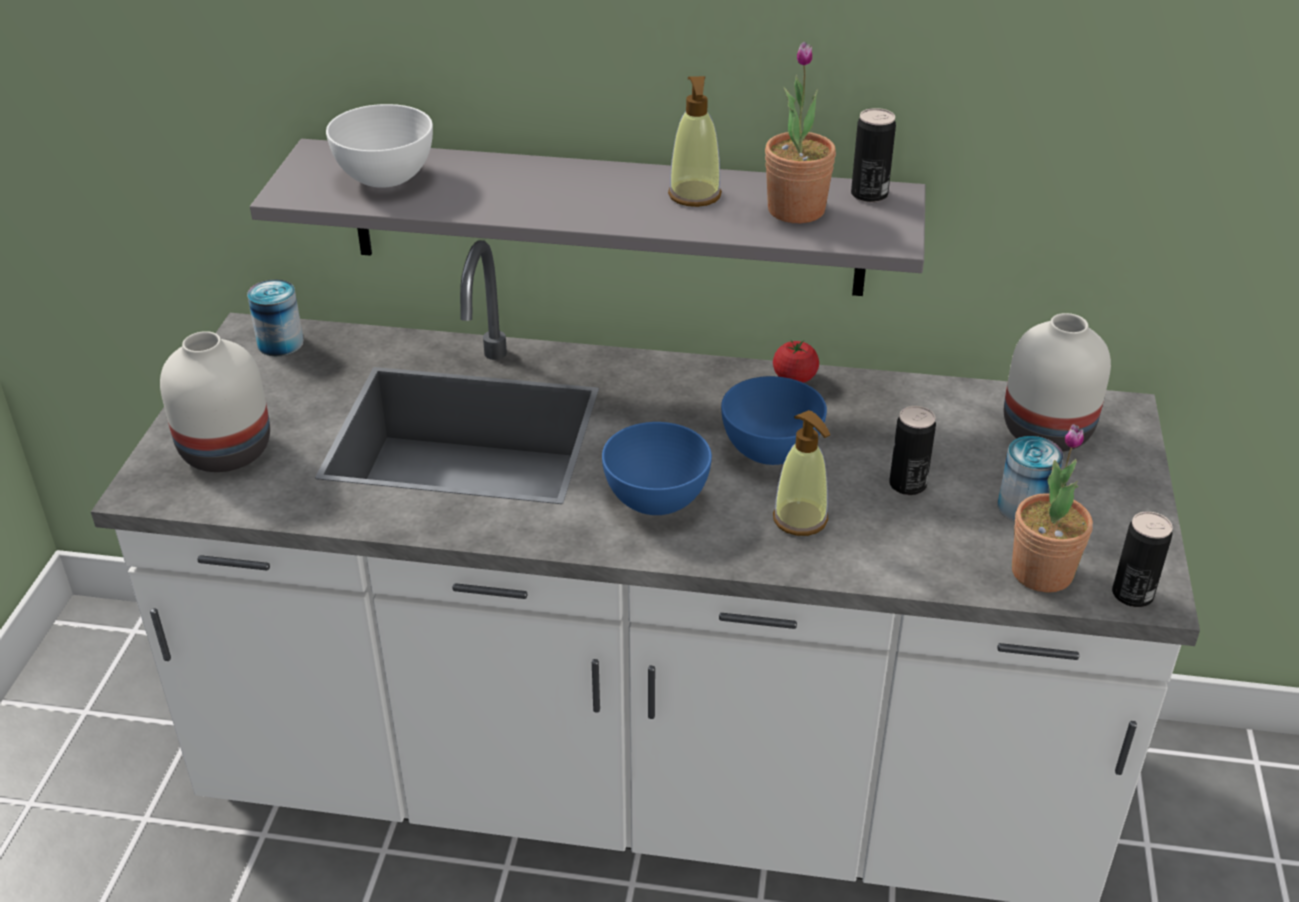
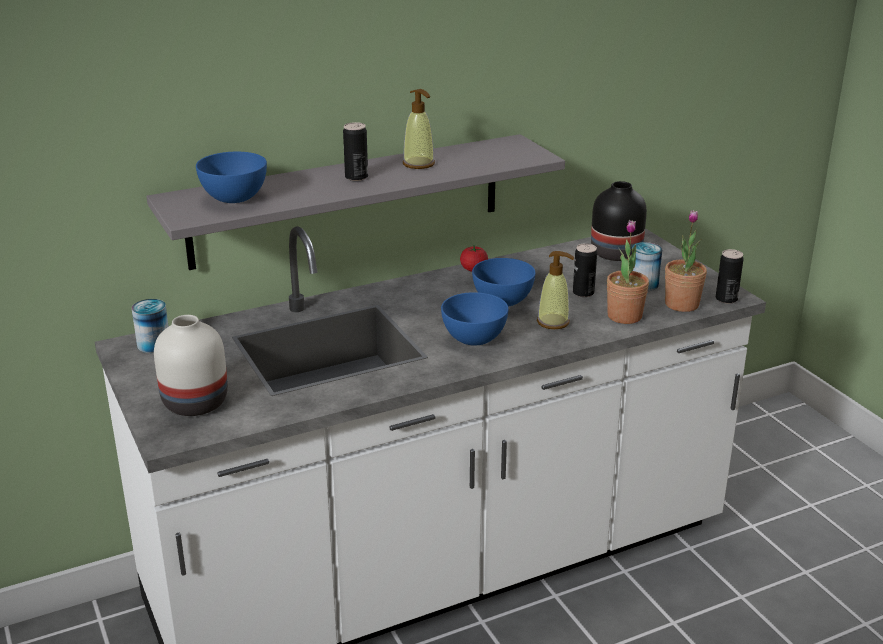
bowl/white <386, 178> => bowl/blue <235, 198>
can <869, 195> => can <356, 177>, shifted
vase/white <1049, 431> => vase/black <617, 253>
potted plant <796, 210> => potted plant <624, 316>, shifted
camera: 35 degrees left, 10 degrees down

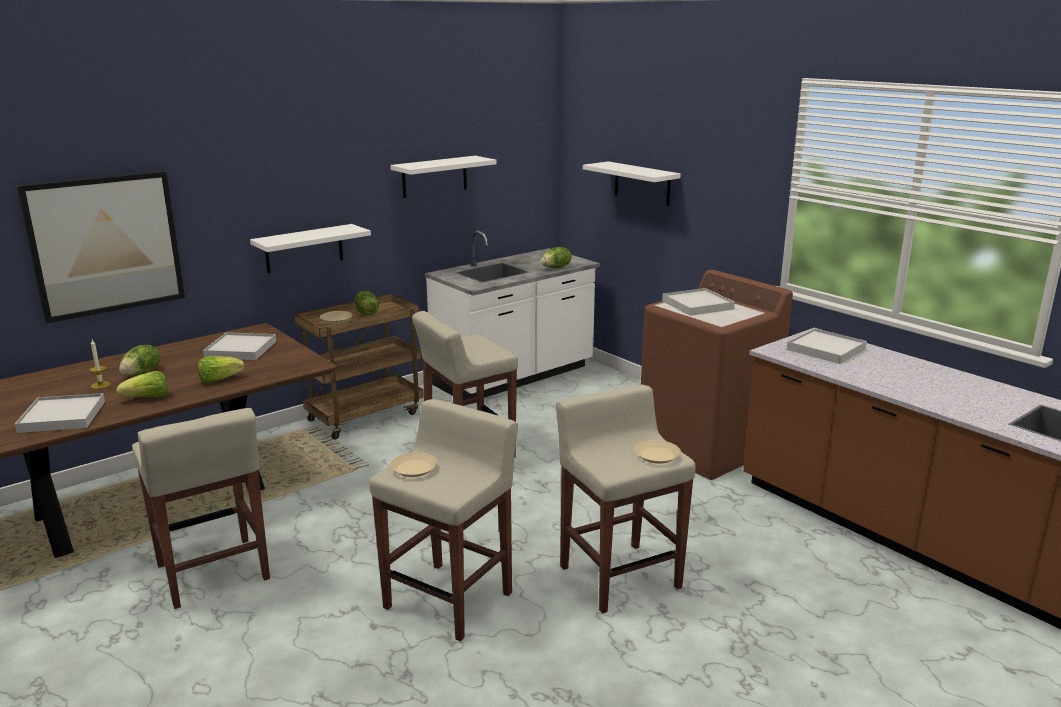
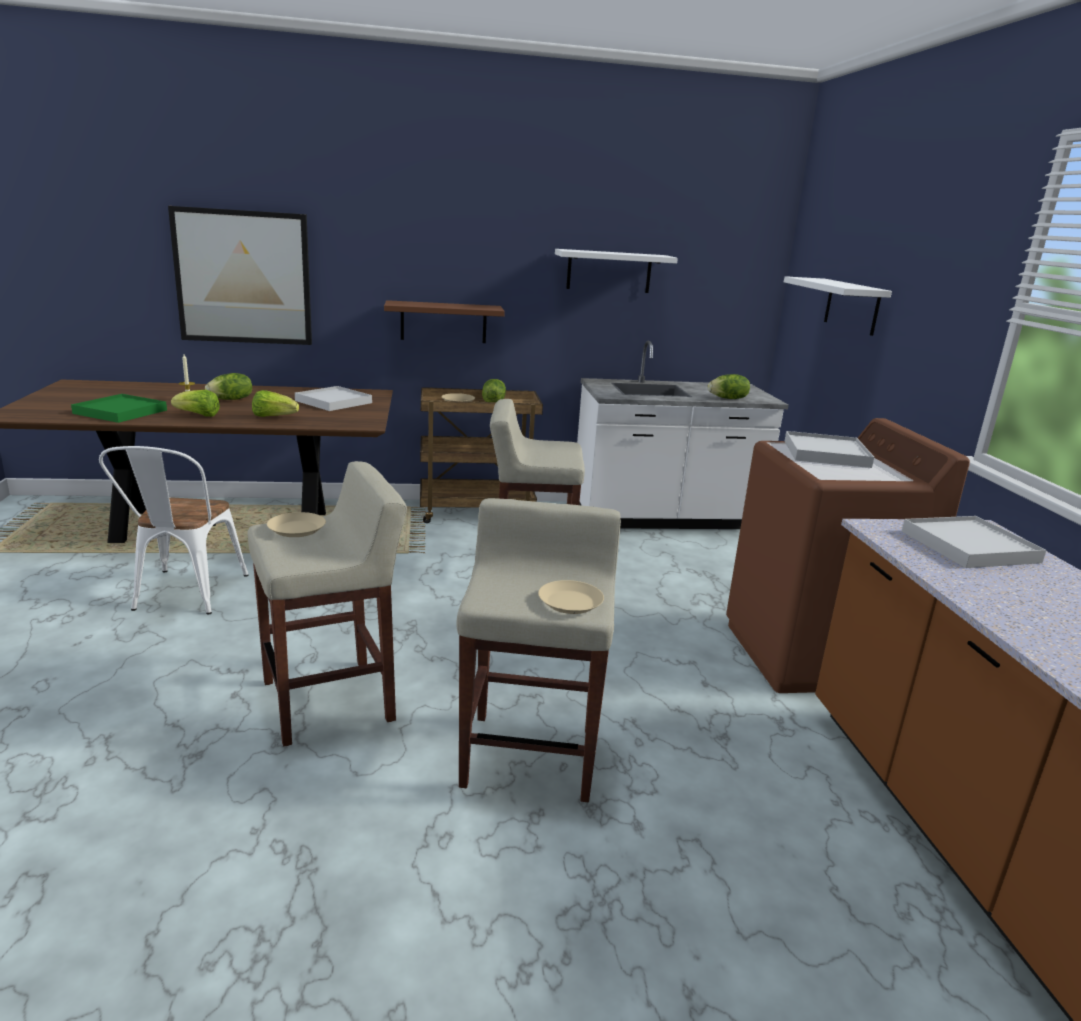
tray/white <62, 417> => tray/green <120, 412>
stool/beige <213, 573> => chair/white <185, 596>
shelf/white <304, 248> => shelf/brown <443, 322>
camera: 30 degrees right, 0 degrees up

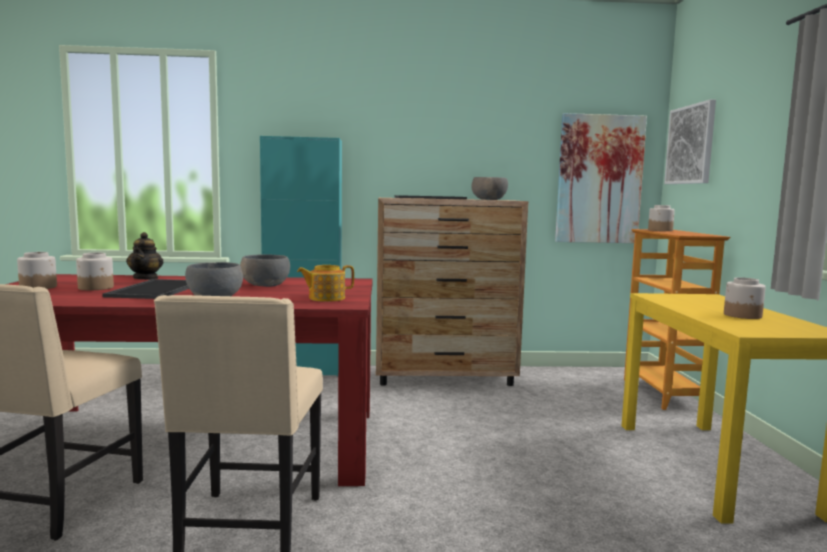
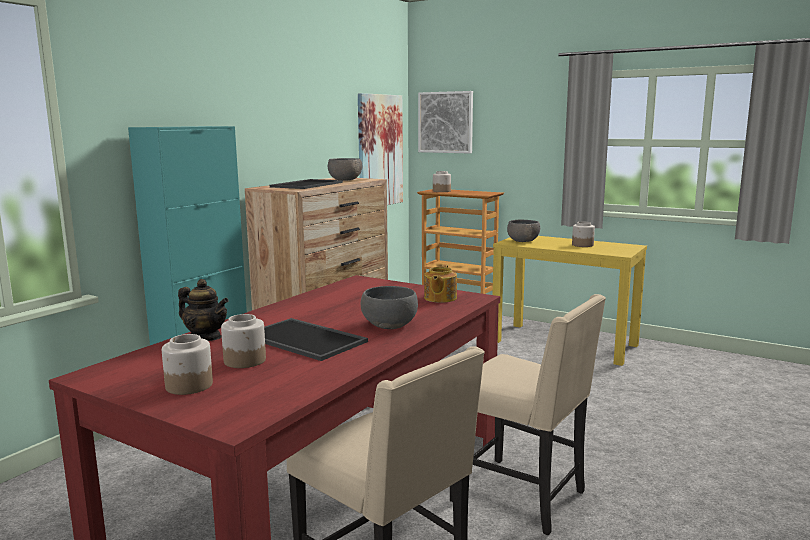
bowl/grey <265, 285> => bowl/grey <523, 241>, shifted
camera: 55 degrees left, 5 degrees up

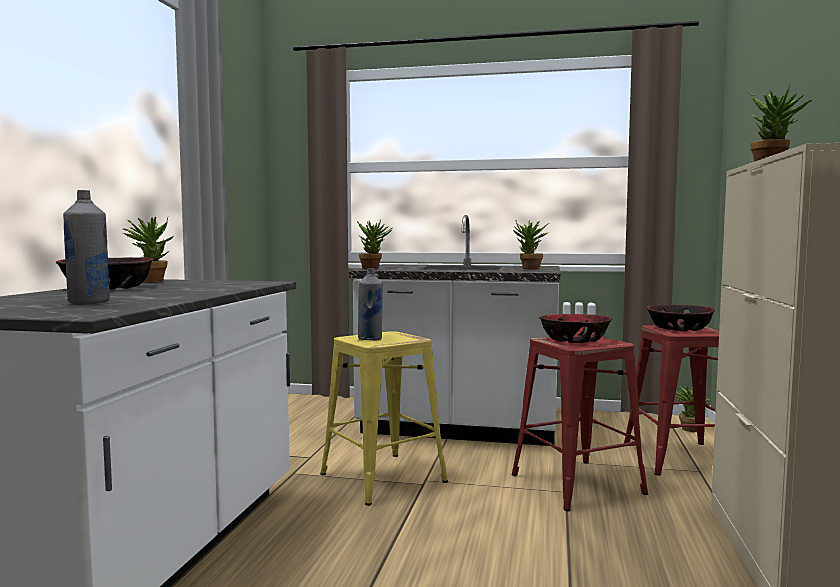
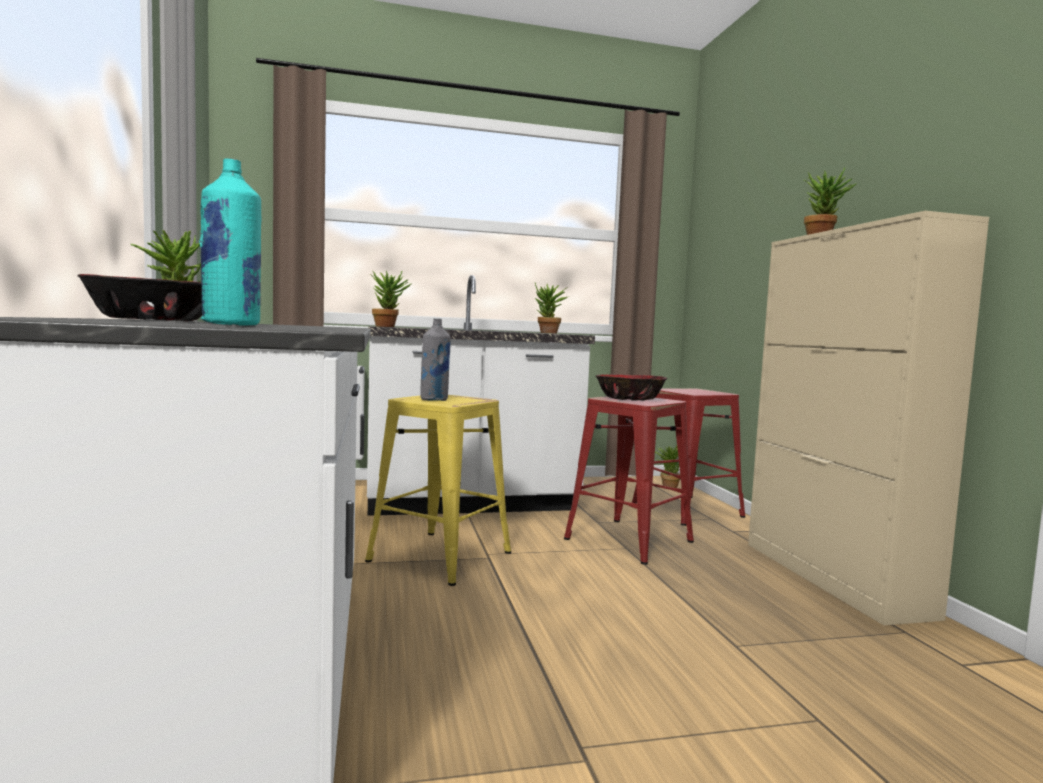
bottle/grey <89, 302> => bottle/turquoise <231, 324>
bowl <679, 328> => nothing
camera: 25 degrees left, 0 degrees up

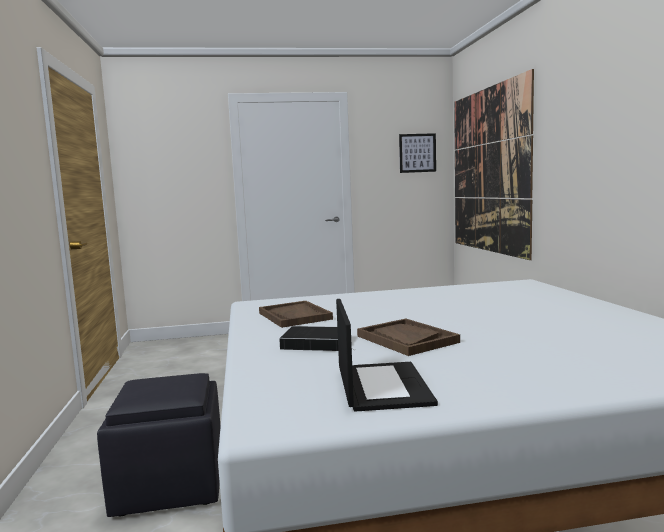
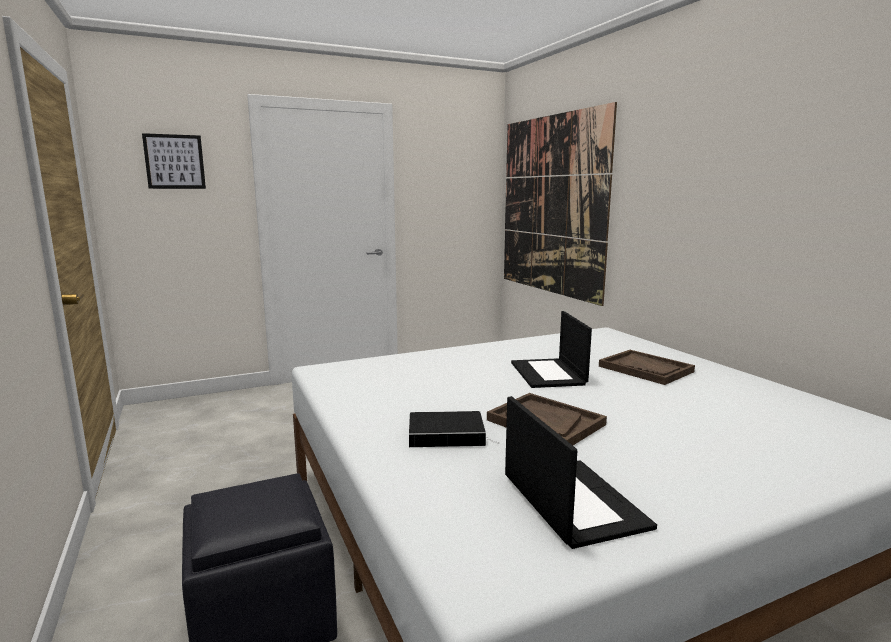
picture <417, 153> => picture <174, 161>, shifted
nothing => laptop <548, 373>
tray/brown <295, 316> => tray/brown <645, 369>, shifted
camera: 15 degrees left, 5 degrees up

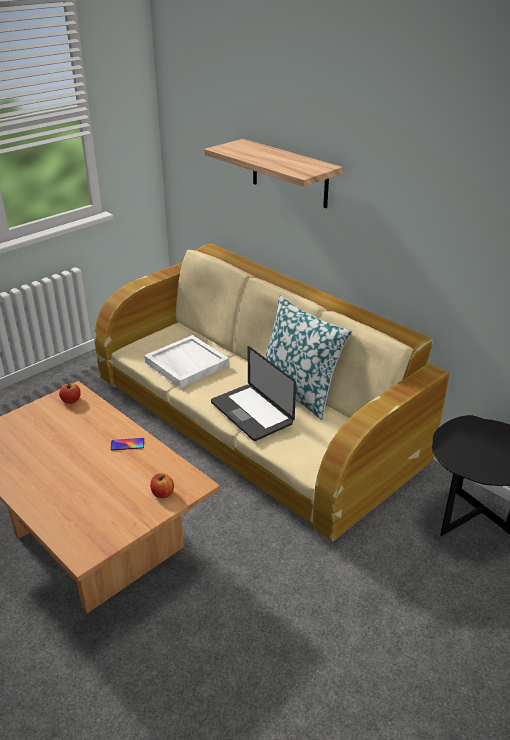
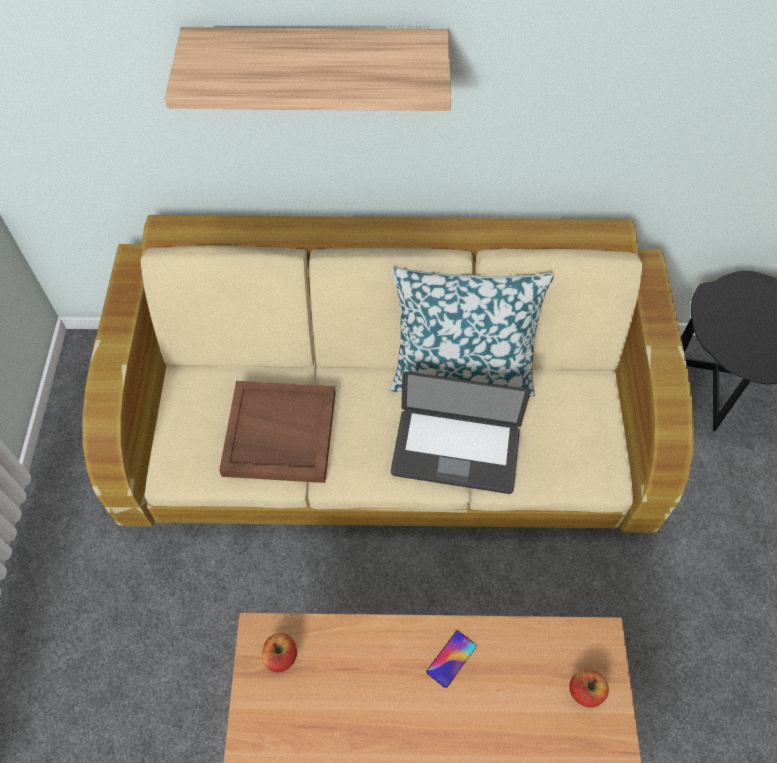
tray/white <186, 363> => tray/brown <279, 434>
camera: 45 degrees left, 25 degrees up

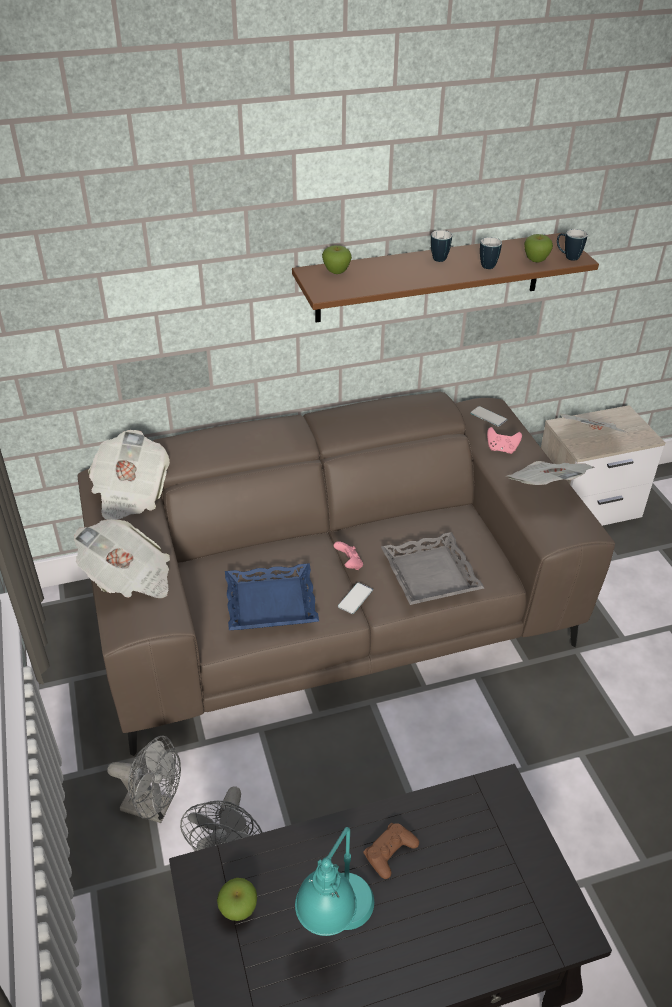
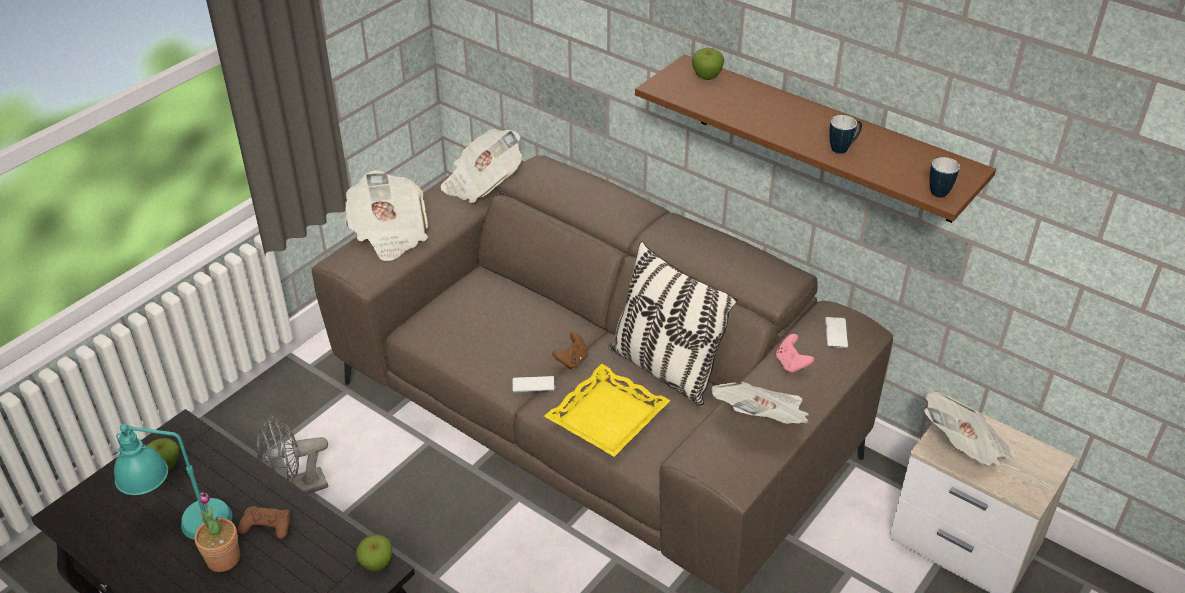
nothing => potted plant <223, 559>
apple <535, 260> => apple <376, 564>, shifted
tray/grey <431, 574> => tray/yellow <608, 417>
game controller/pink <349, 564> => game controller/brown <572, 360>
nothing => pillow <664, 369>
fan/grey <154, 807> => nothing
tray/blue <271, 602> => nothing
mug <441, 258> => nothing
camera: 55 degrees right, 0 degrees up

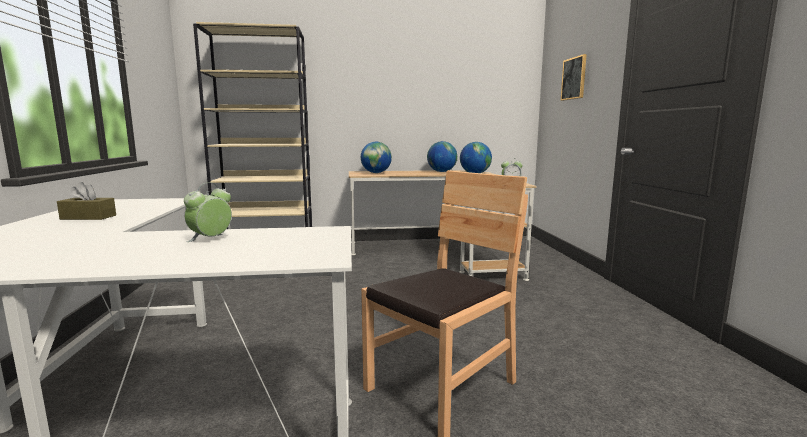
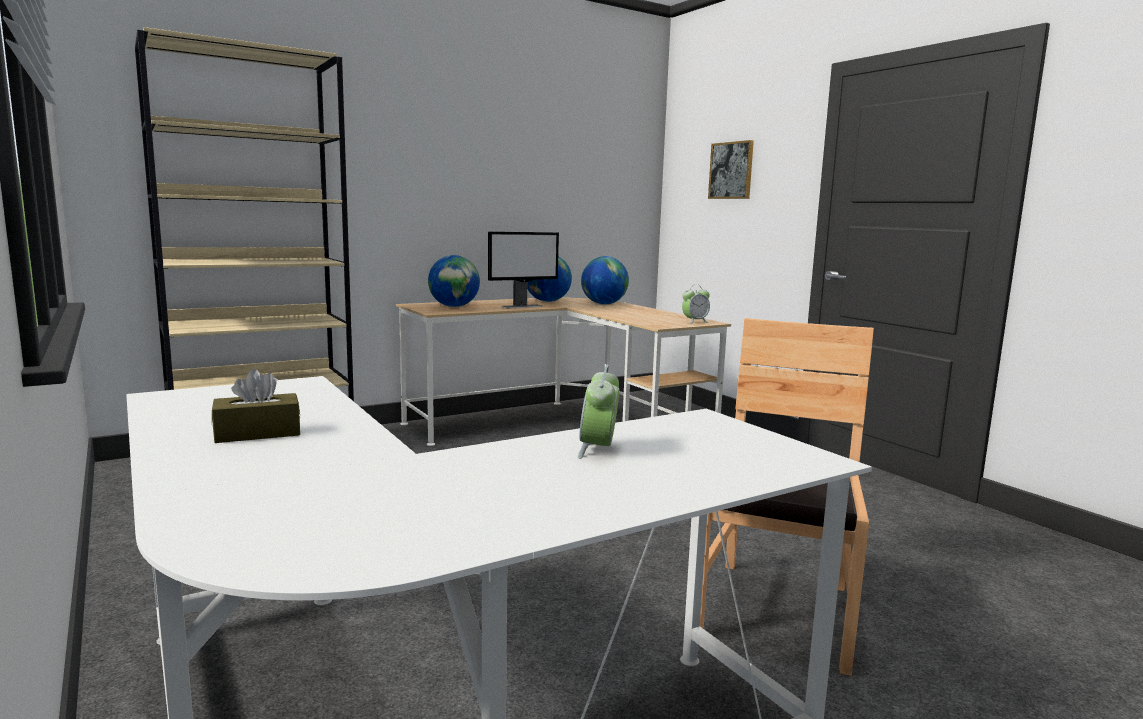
nothing => monitor <522, 306>
camera: 25 degrees left, 0 degrees up

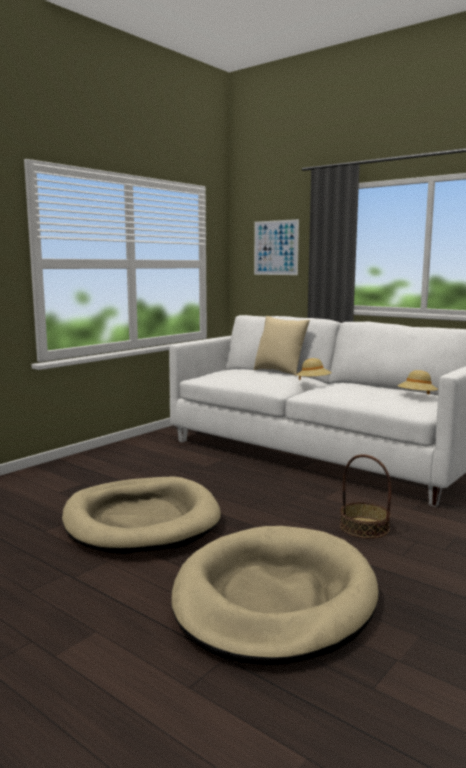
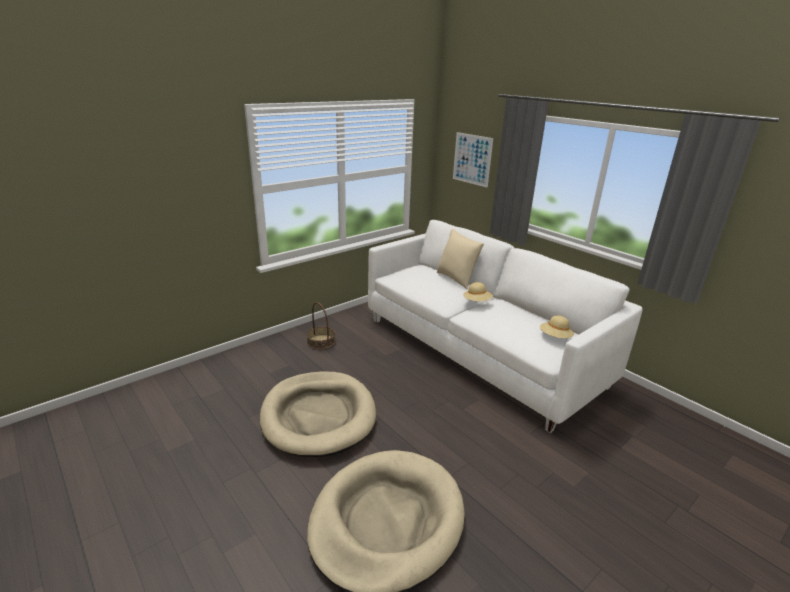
basket <364, 527> => basket <321, 341>, shifted
camera: 10 degrees right, 15 degrees up

